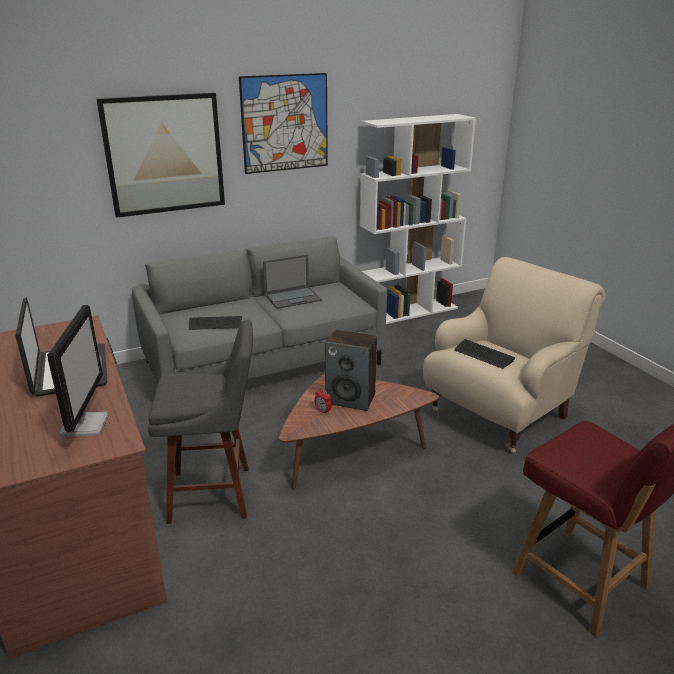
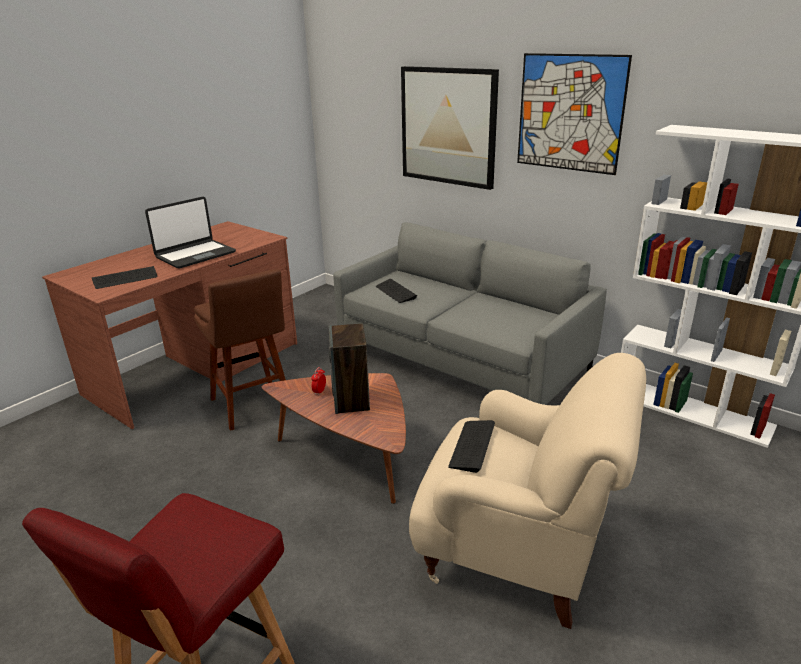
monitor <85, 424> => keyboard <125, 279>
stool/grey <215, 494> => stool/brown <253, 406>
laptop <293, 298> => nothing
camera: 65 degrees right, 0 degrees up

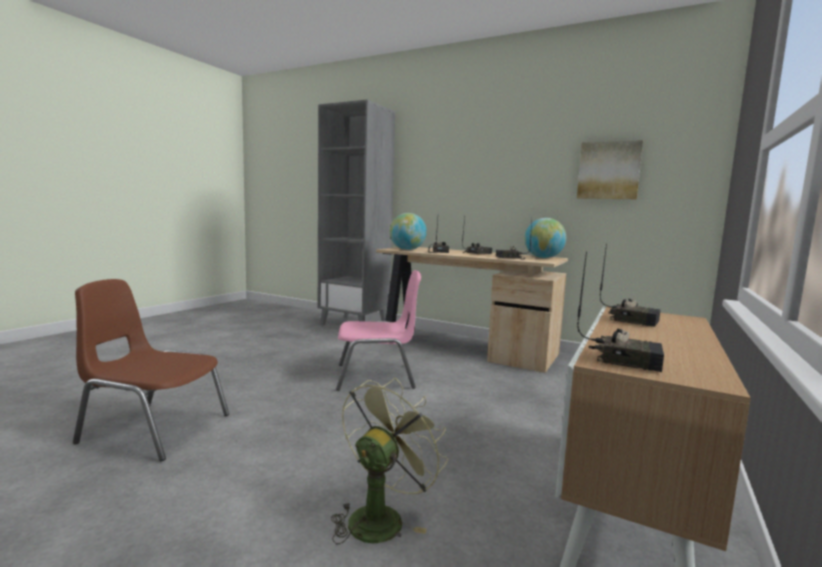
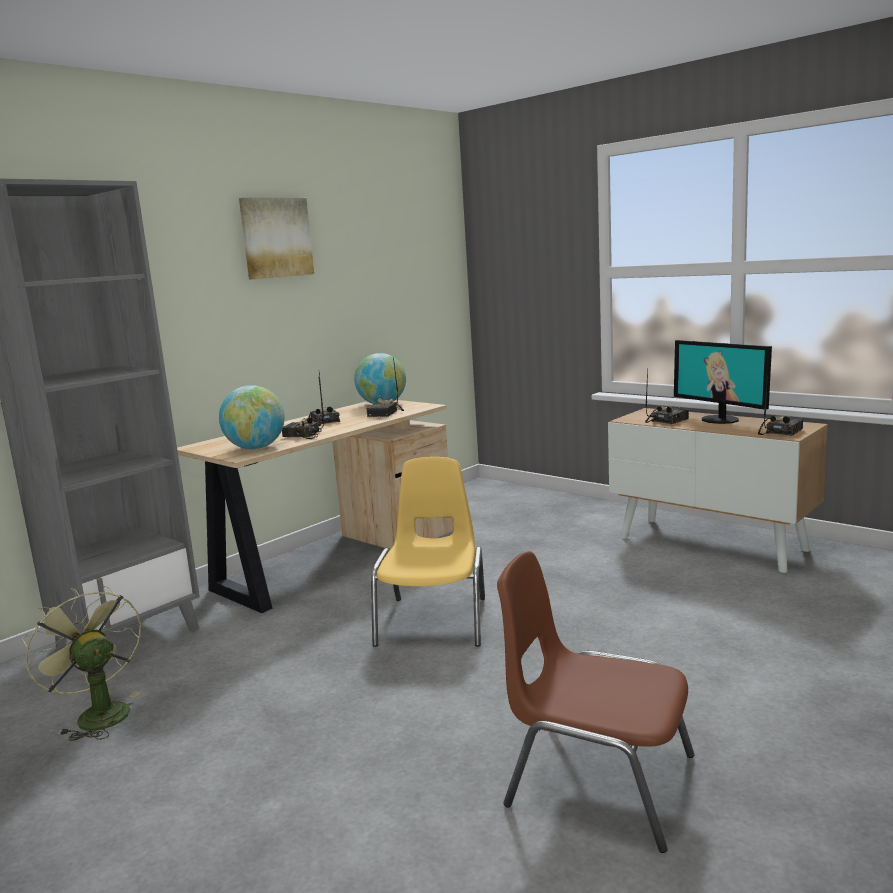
fan/green <381, 516> => fan/green <97, 714>, shifted
picture <609, 170> => picture <276, 238>, shifted
chair/pink <376, 377> => chair/yellow <434, 620>
chair/brown <154, 428> => chair/brown <598, 780>, 90 degrees clockwise
nothing => monitor <720, 419>
camera: 75 degrees left, 5 degrees up

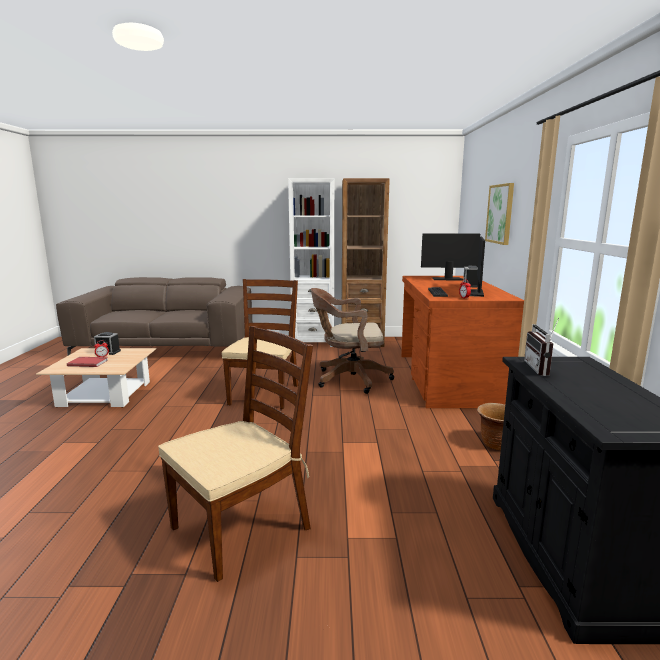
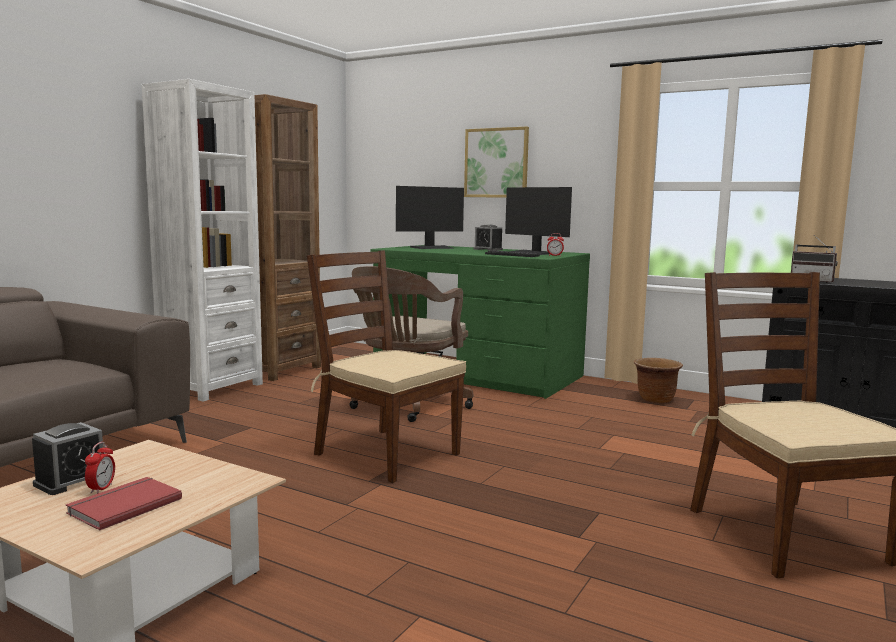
desk/brown <448, 378> => desk/green <477, 373>
monitor <447, 279> => monitor <432, 247>, 150 degrees counterclockwise
camera: 60 degrees left, 5 degrees down

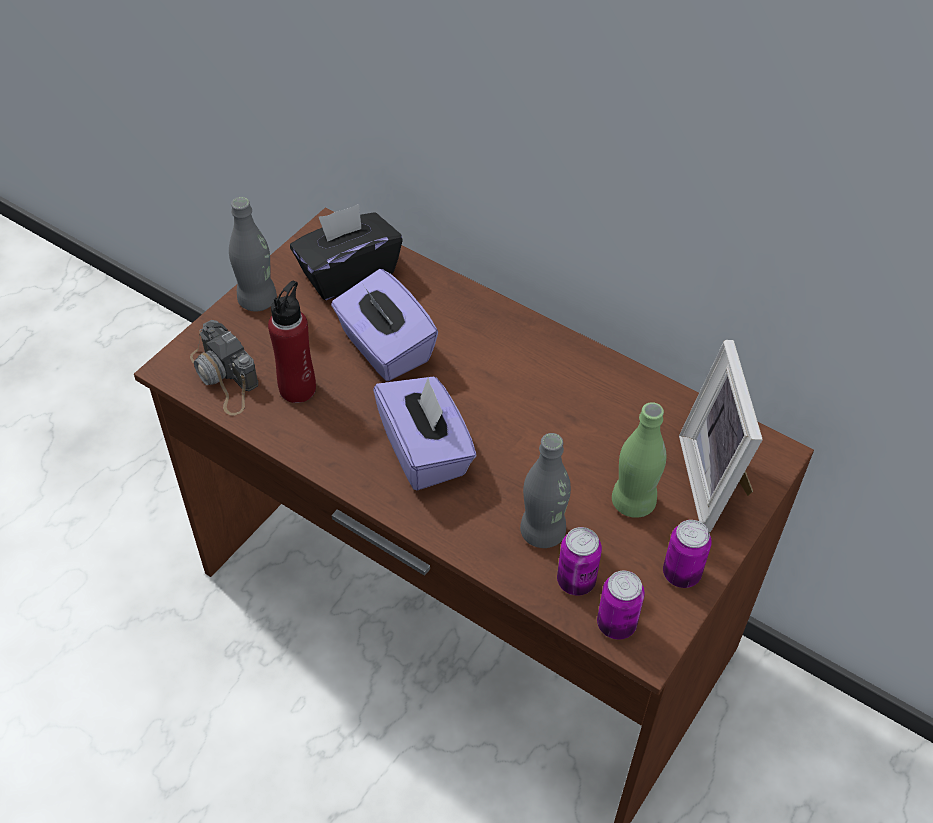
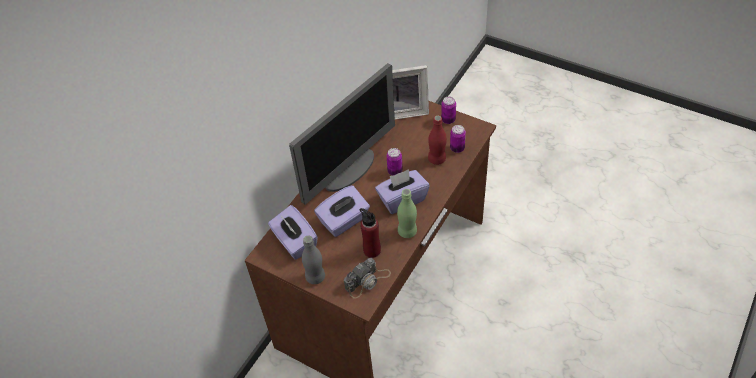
tissue box/black <348, 273> => tissue box/purple <295, 242>
nothing => monitor <350, 170>
can <616, 624> => can <395, 171>, shifted
bottle/green <633, 502> => bottle/green <407, 231>, shifted
bottle/grey <542, 532> => bottle/red <437, 159>
camera: 90 degrees left, 0 degrees up

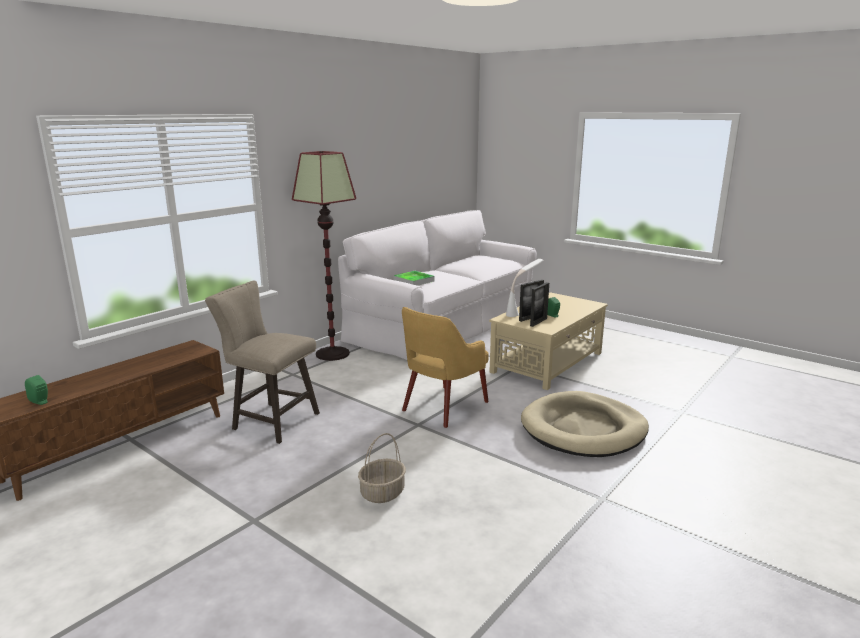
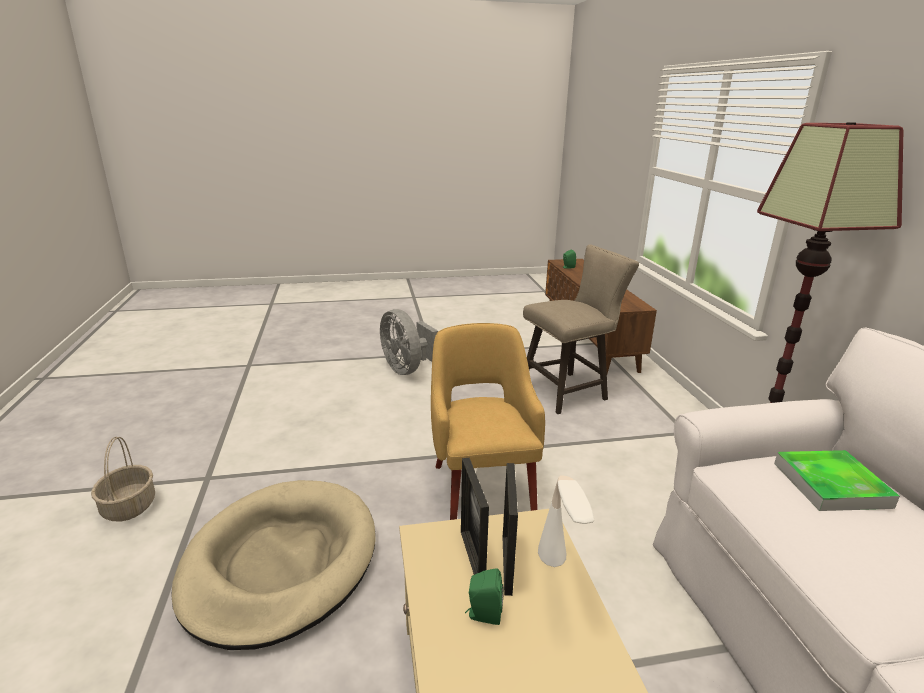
basket <382, 493> => basket <129, 506>, shifted
nothing => fan/grey <407, 369>
camera: 130 degrees right, 5 degrees up

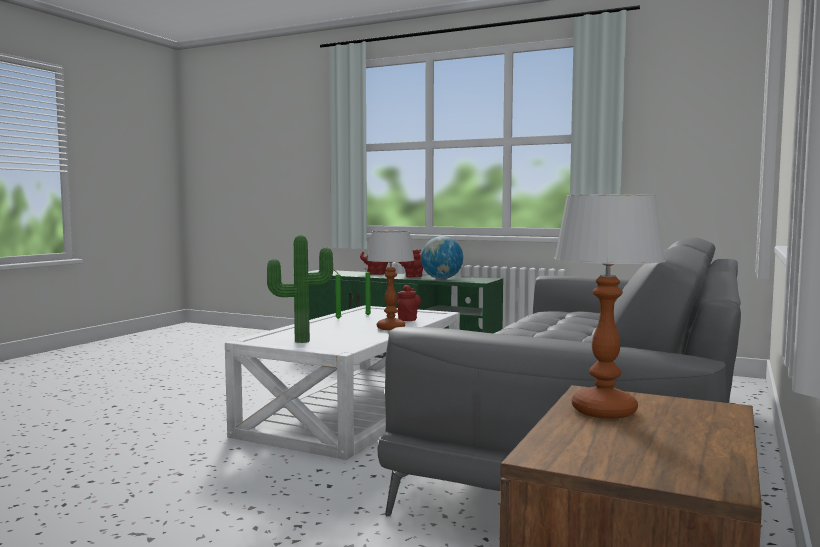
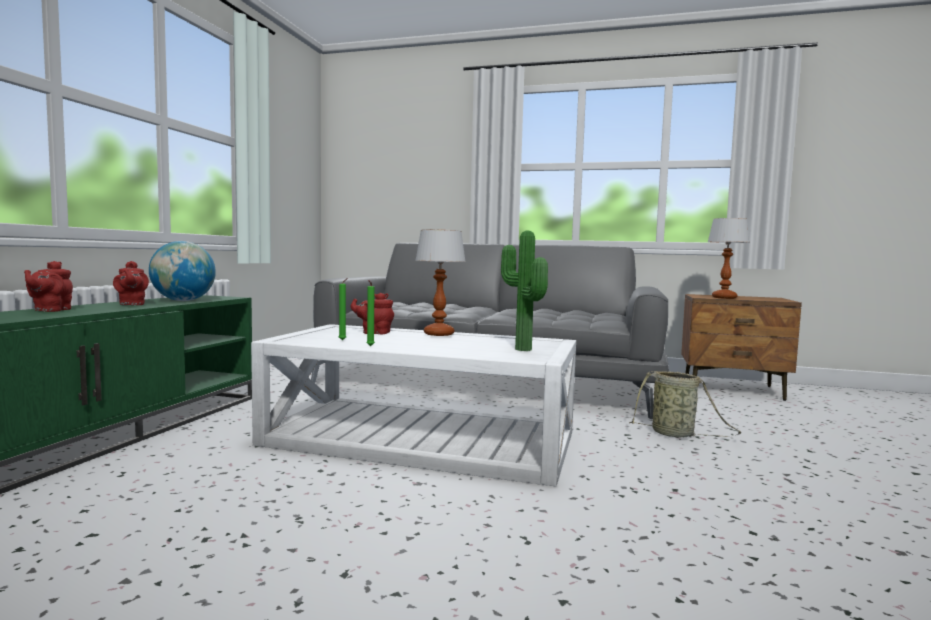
nothing => basket <675, 434>
camera: 100 degrees left, 0 degrees up

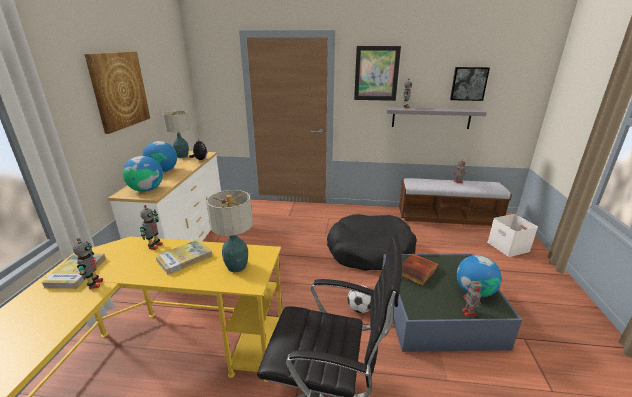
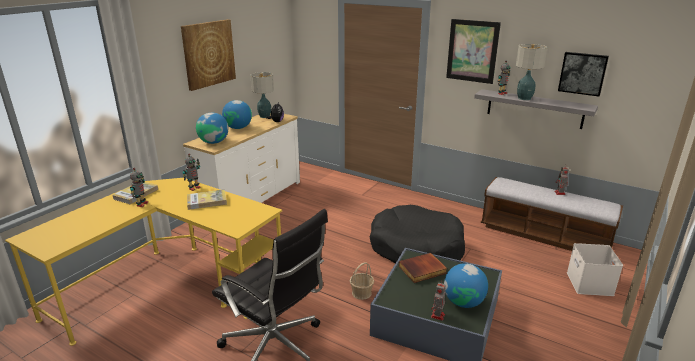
football <360, 309> => basket <362, 293>
table lamp <236, 266> => table lamp <524, 98>, shifted
camera: 25 degrees right, 0 degrees up

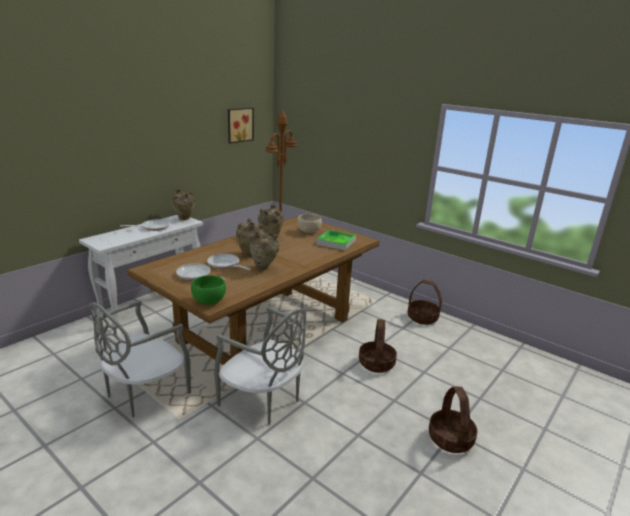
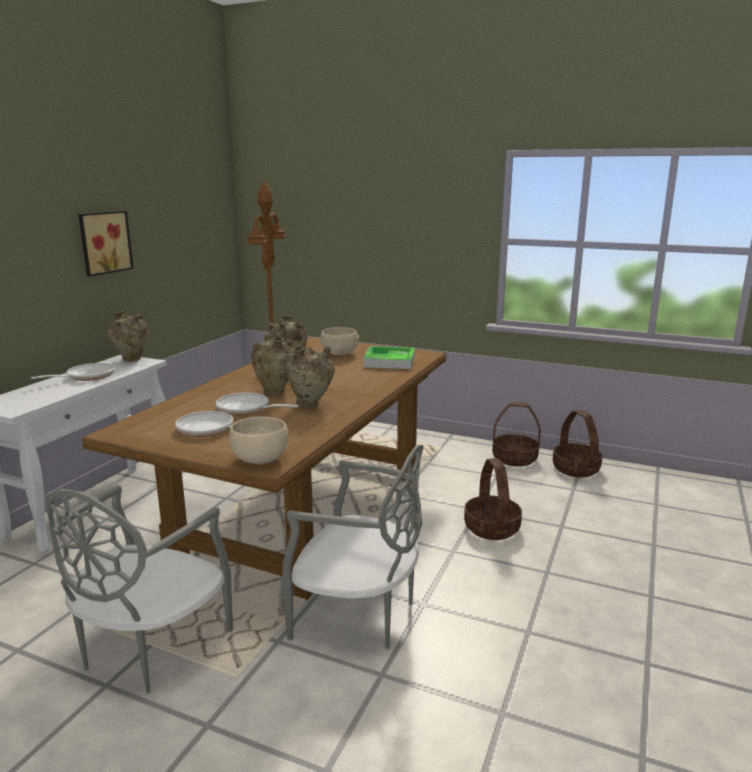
picture <239, 125> => picture <103, 242>, shifted
bowl/green <208, 301> => bowl/beige <259, 460>
basket <451, 439> => basket <576, 469>, shifted
camera: 15 degrees left, 5 degrees down

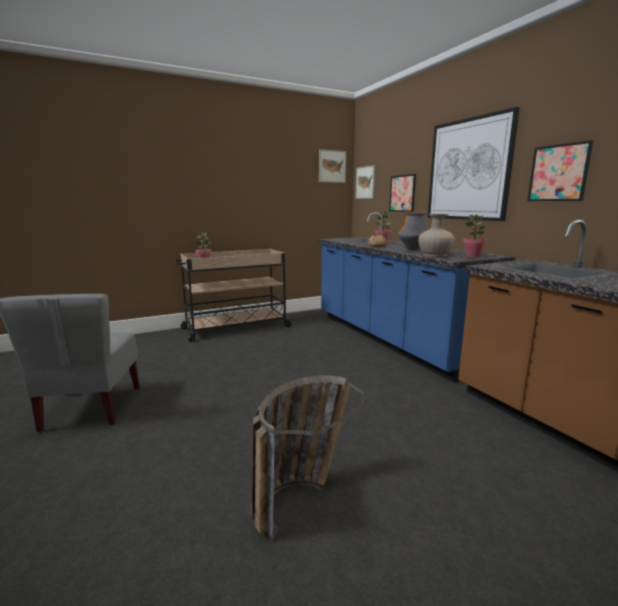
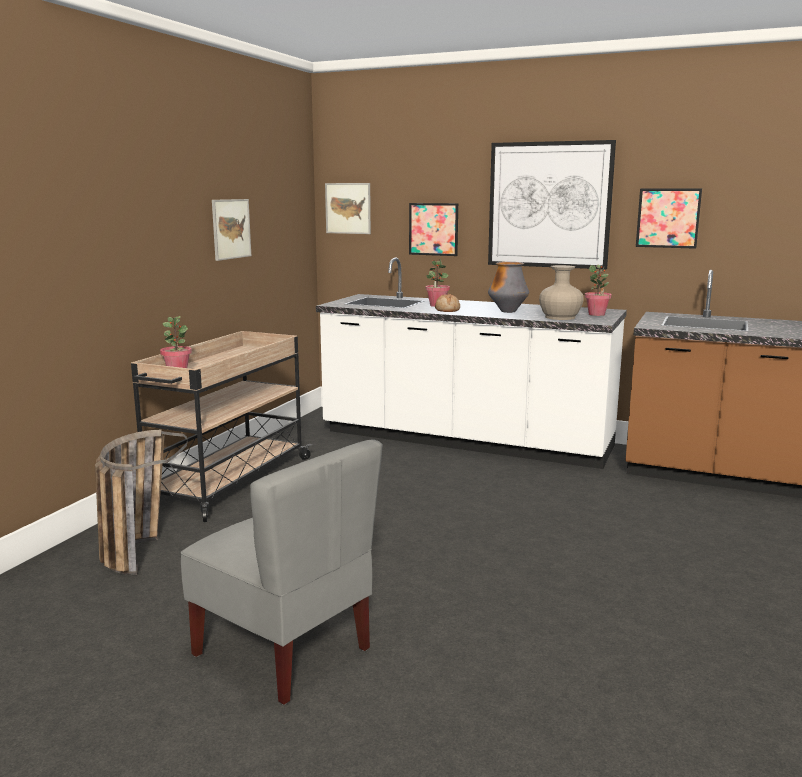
basket <300, 496> => basket <139, 549>, shifted
picture <332, 166> => picture <231, 229>, shifted
counter/blue <392, 339> => counter/white <465, 440>
camera: 40 degrees left, 0 degrees up

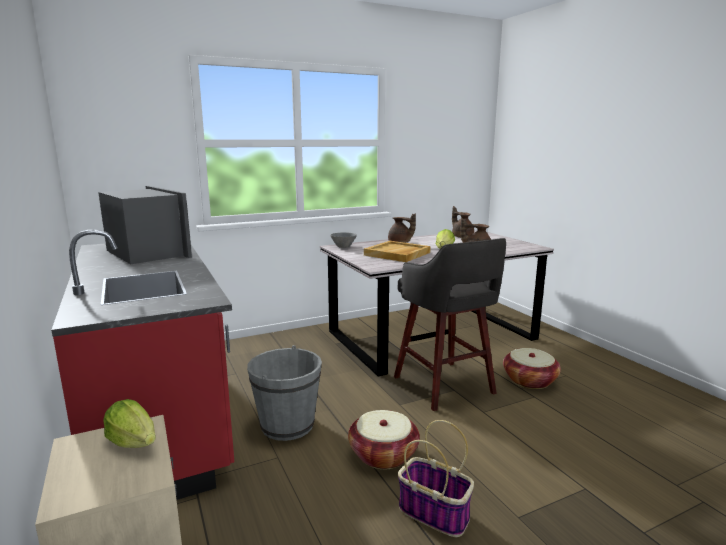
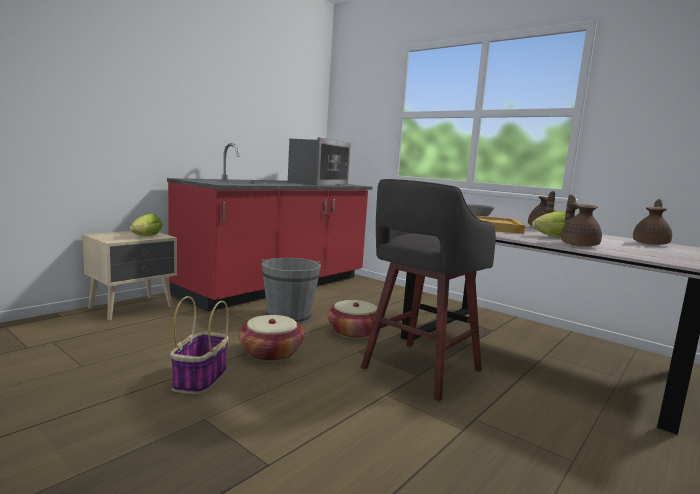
basket <529, 380> => basket <353, 332>, shifted
camera: 65 degrees right, 5 degrees down

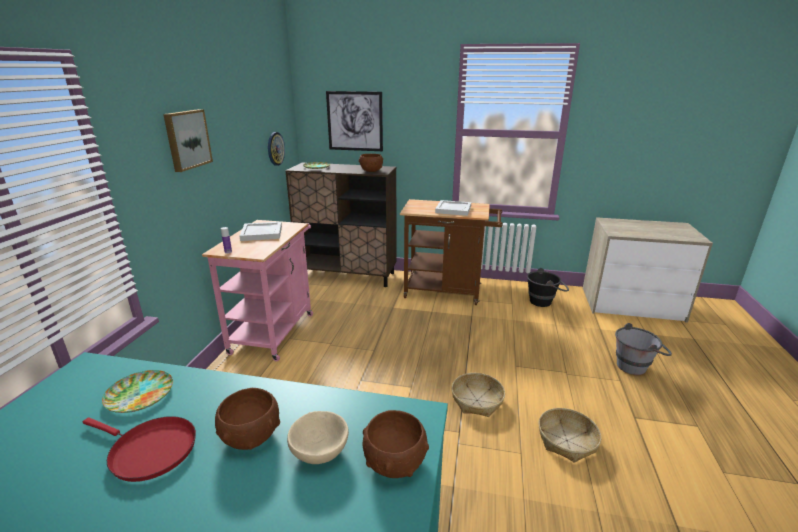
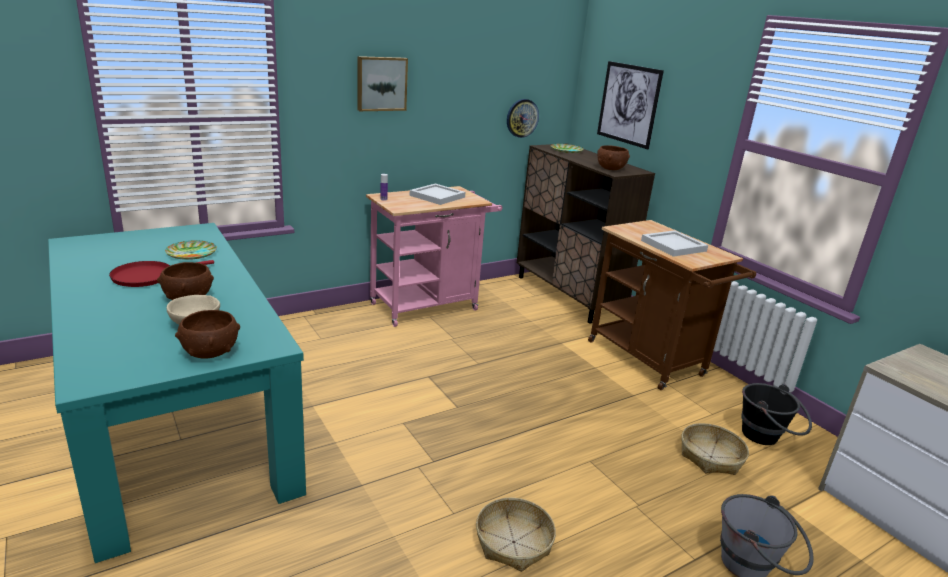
frying pan/red <149, 450> => frying pan/red <147, 276>, 75 degrees clockwise
basket <476, 400> => basket <711, 456>, shifted
camera: 45 degrees right, 0 degrees up

